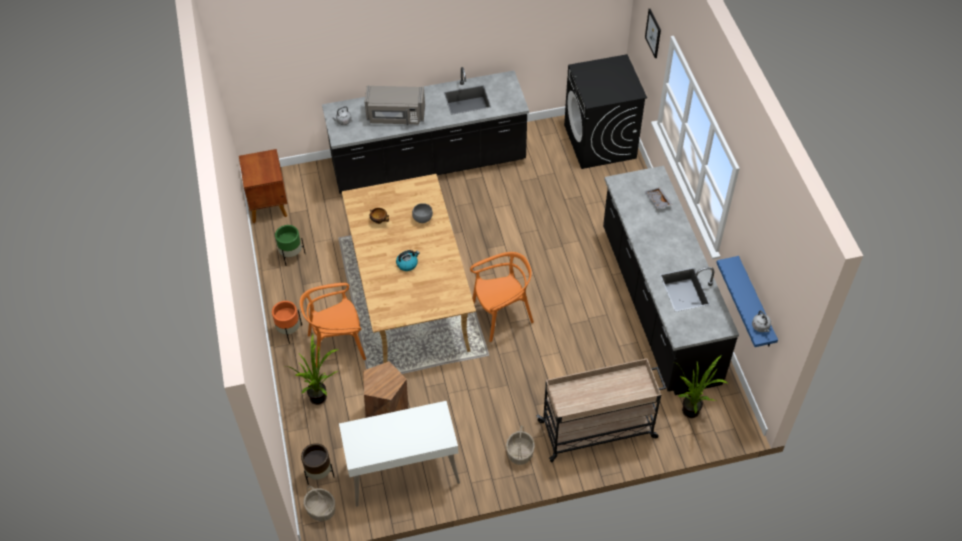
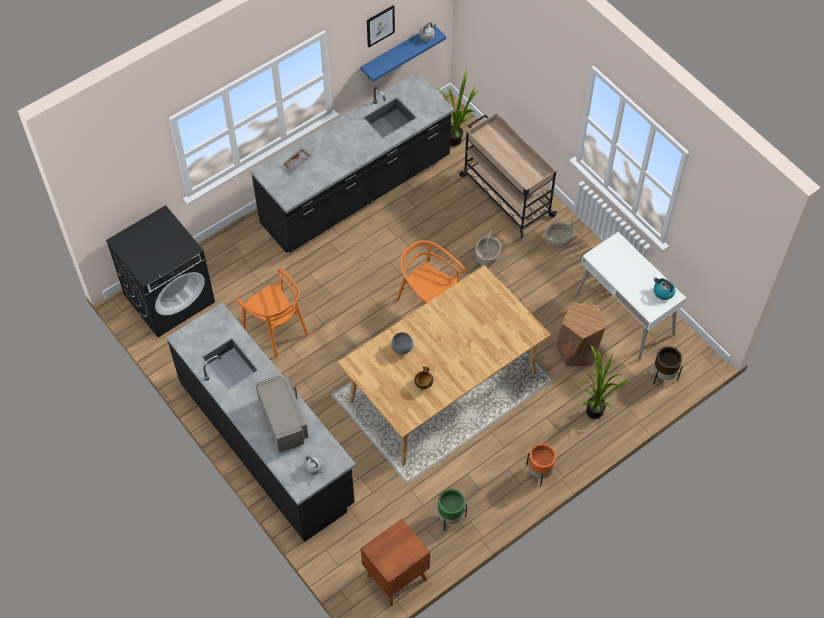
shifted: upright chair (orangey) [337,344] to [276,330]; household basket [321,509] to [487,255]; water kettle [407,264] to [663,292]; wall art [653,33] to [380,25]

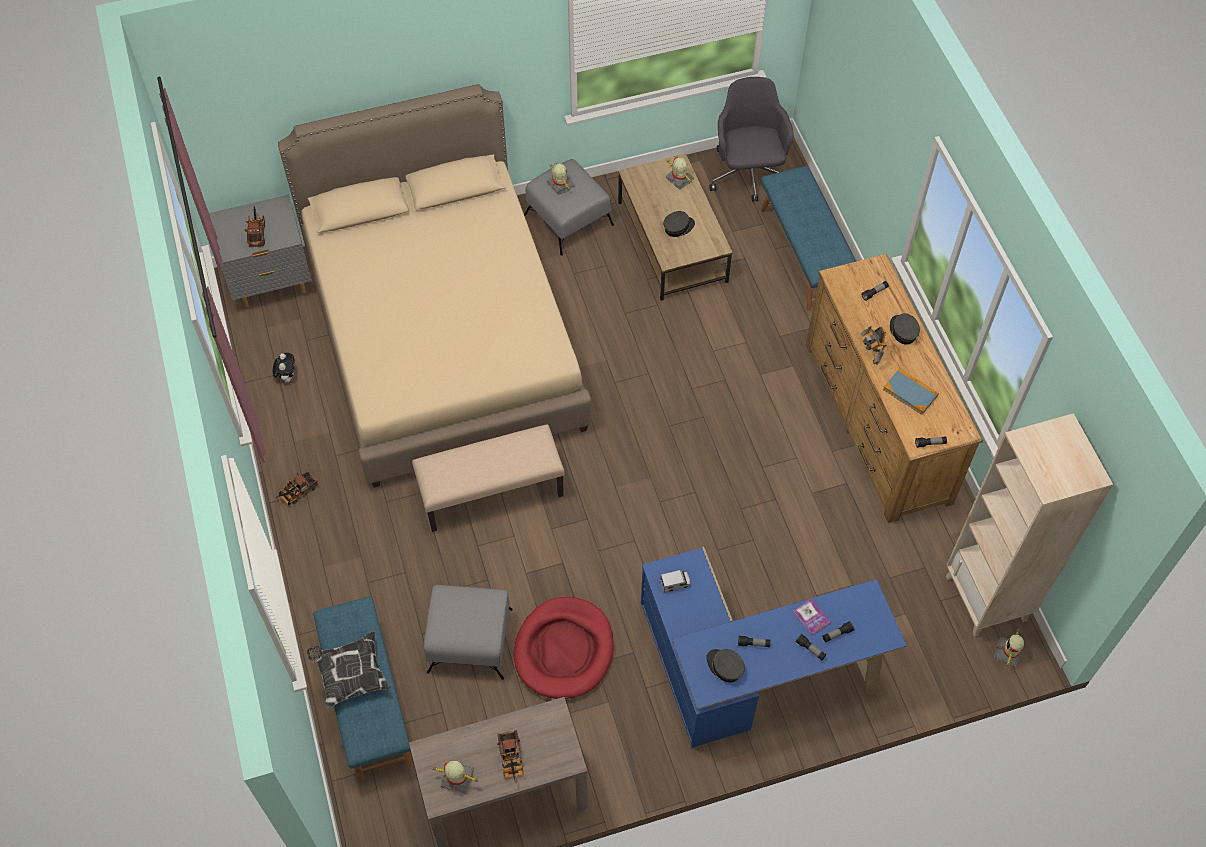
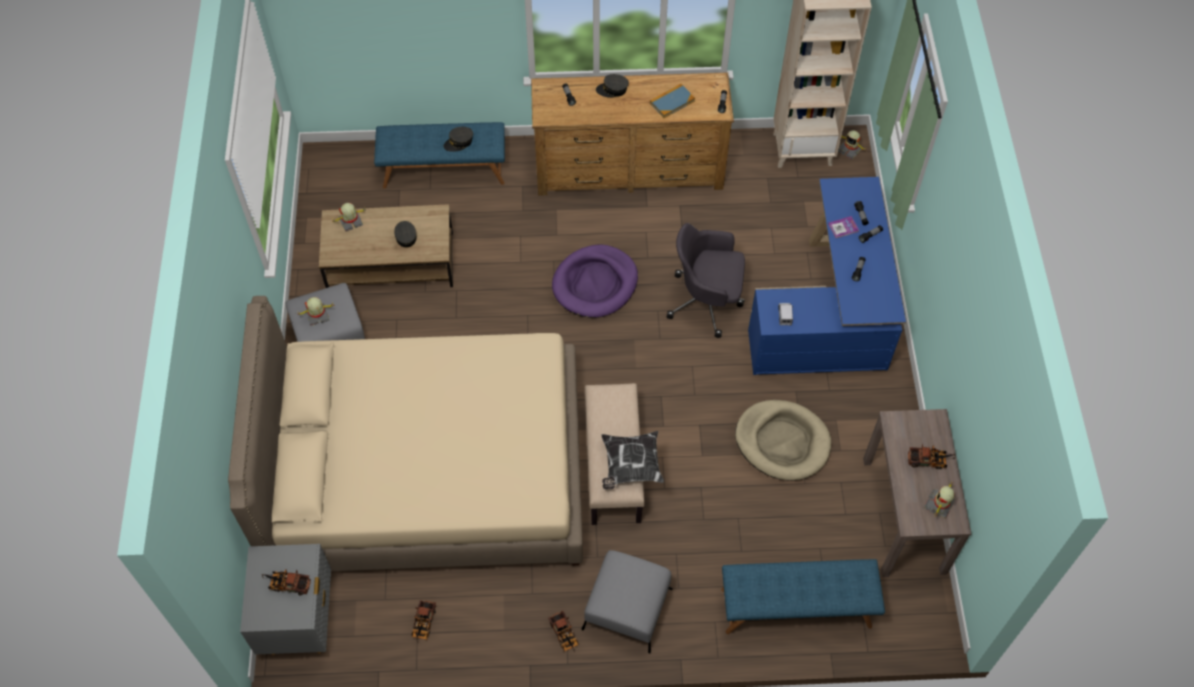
gone: toy robot [871,355]
new: dog bed (purplish) [595,284]
shifted: cushion [350,675] to [630,466]; pouffe (gray) [470,641] to [628,608]; peaked cap (gray) [724,667] to [459,142]; office chair (gray) [748,174] to [706,301]
swapped: cuddly toy [287,376] to model truck [423,624]
repainted: dog bed (red-coloured) [564,650] to dog bed (sand-coloured) [782,442]

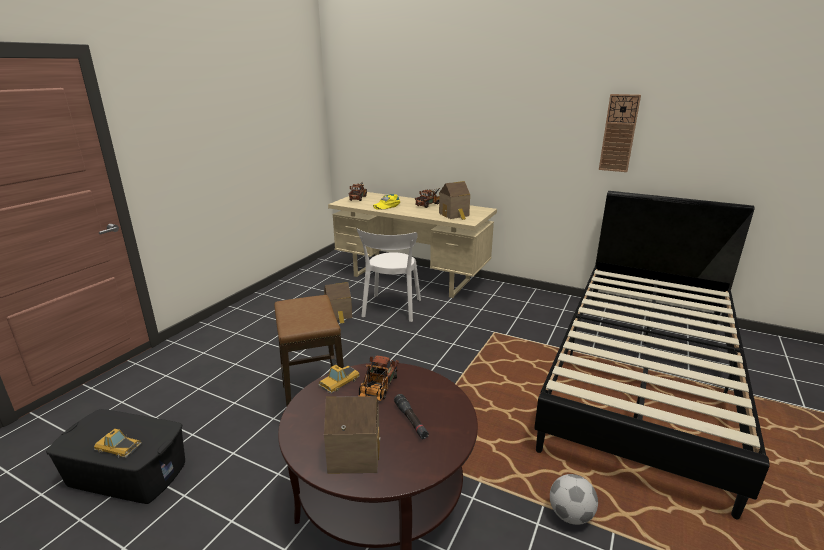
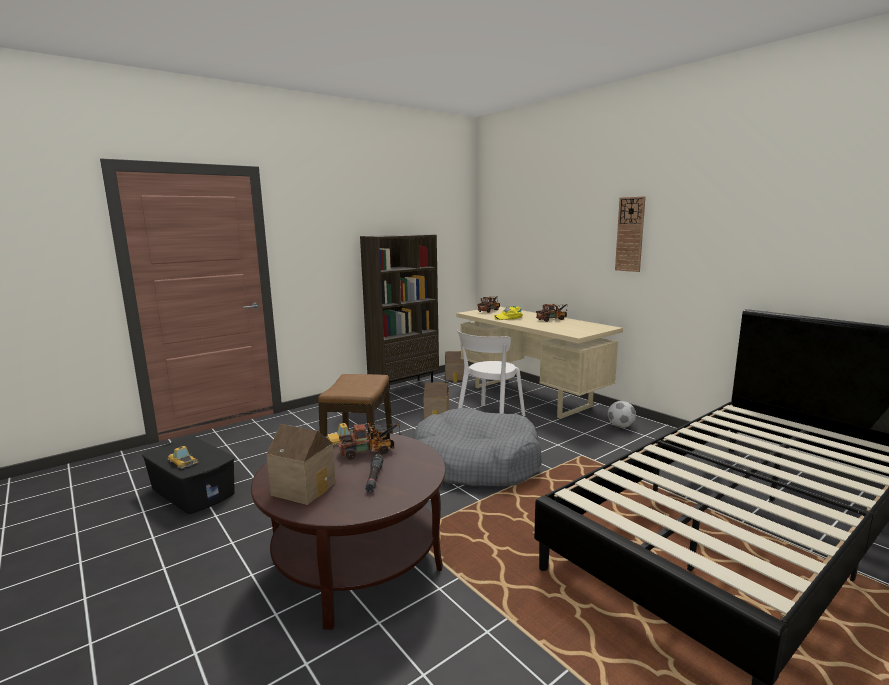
new: shelving unit (brownish) [404,388]; dog bed (gray) [476,463]
shifted: miniature house [455,215] to [454,378]; ball for football [570,515] to [620,426]; wall clock [619,133] to [630,234]
rotated: model truck [377,389] = [371,451] 150 degrees counterclockwise

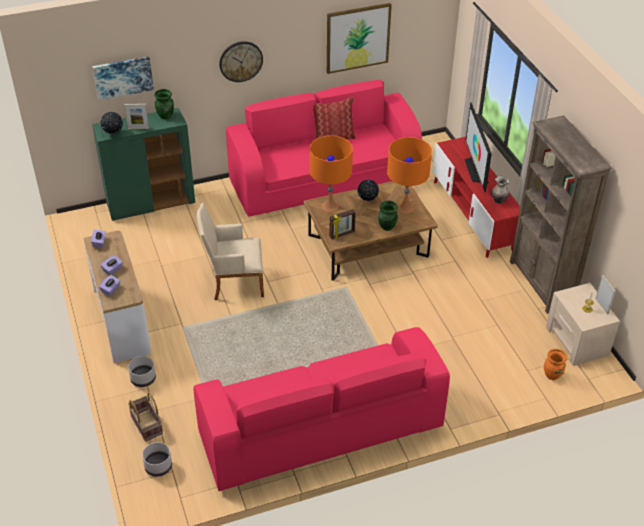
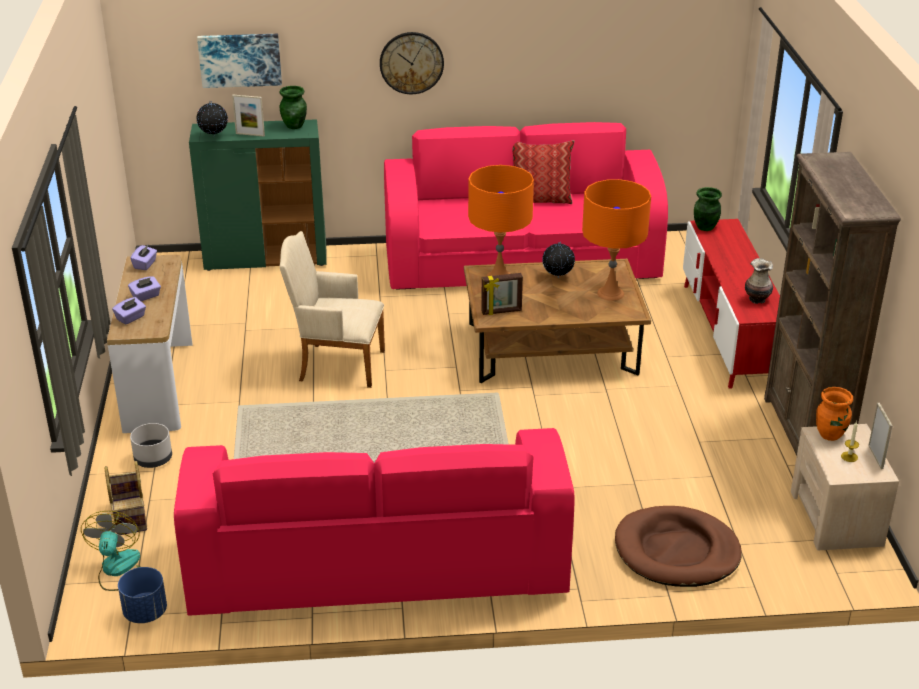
gone: wall art [358,38]; television [475,170]
new: flower pot (blue) [145,613]; dog bed (brownish) [676,551]
shifted: vase (green) [387,227] to [705,227]; vase (orangey) [552,375] to [830,435]
swapped: flower pot (gray) [158,466] to fan [119,570]

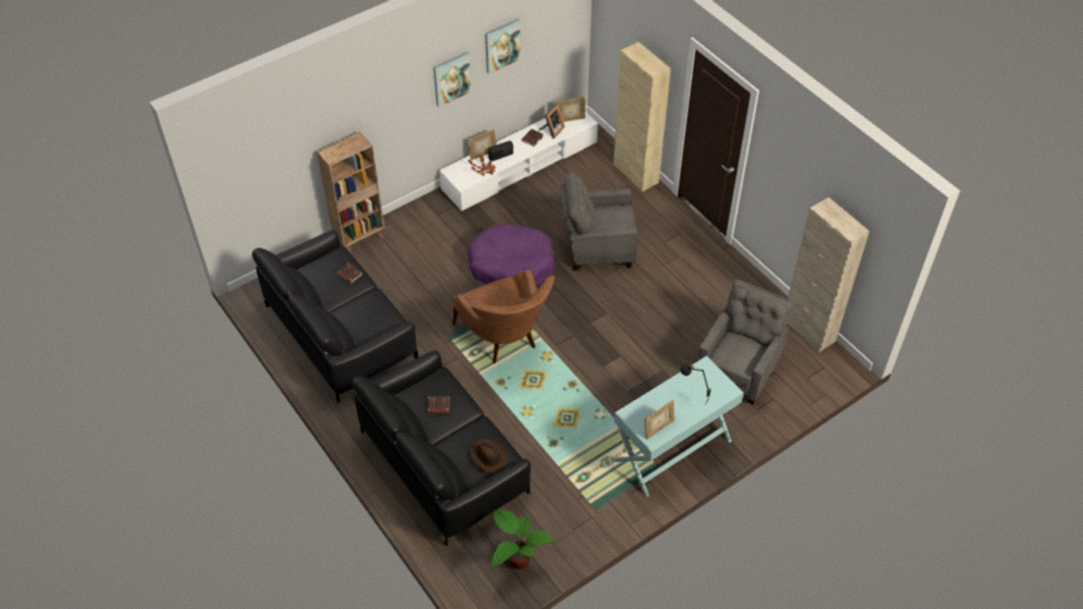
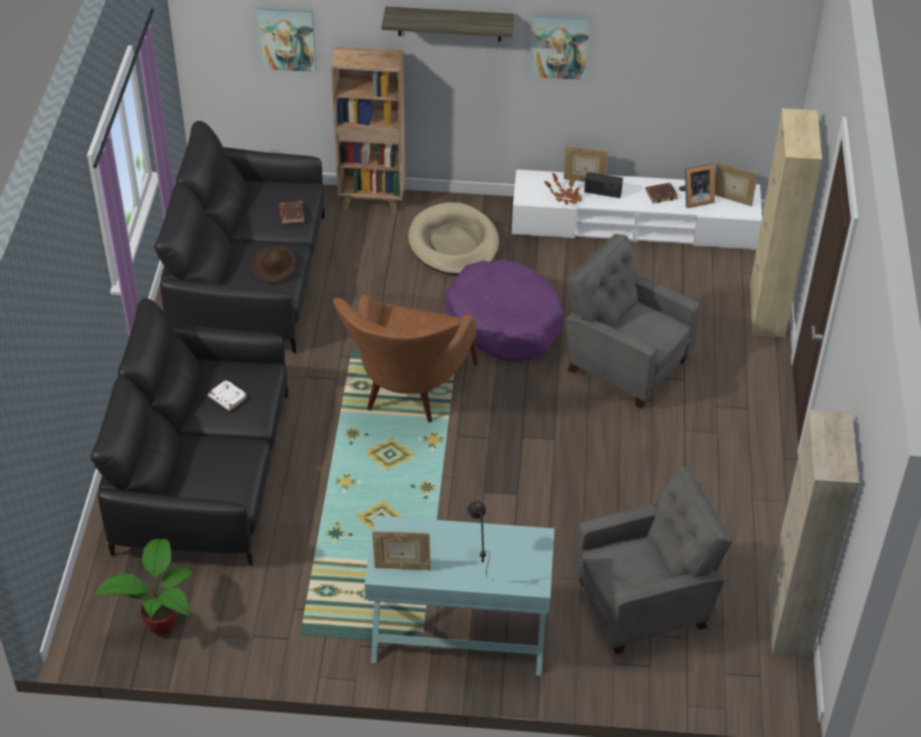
new: wall shelf [449,24]; dog bed (sand-coloured) [453,243]
shifted: hat (brownish) [487,457] to [273,265]; wall art [502,45] to [286,38]
repainted: book (brownish) [438,406] to book (white) [227,397]

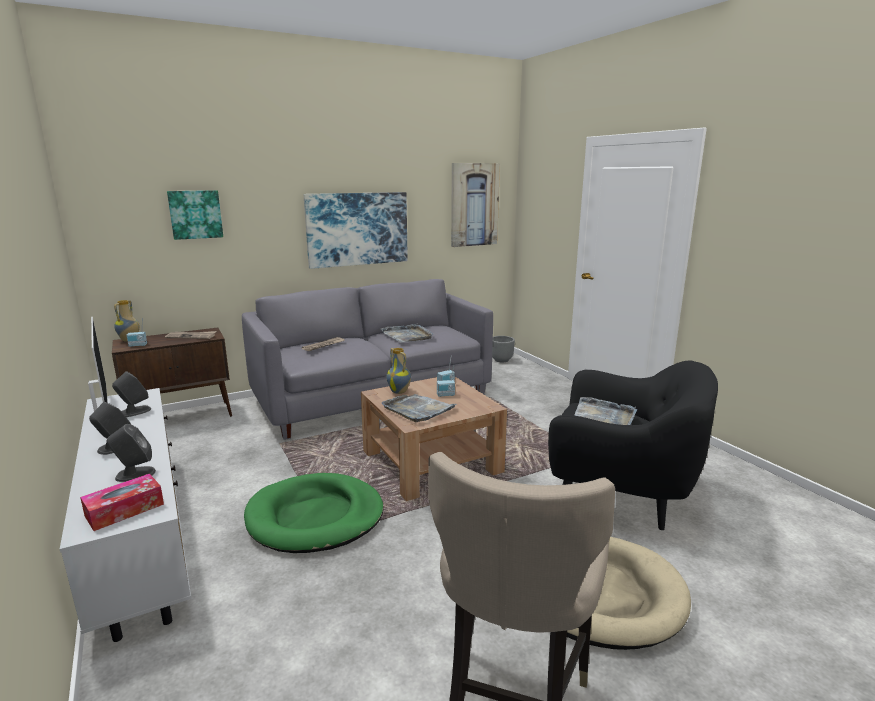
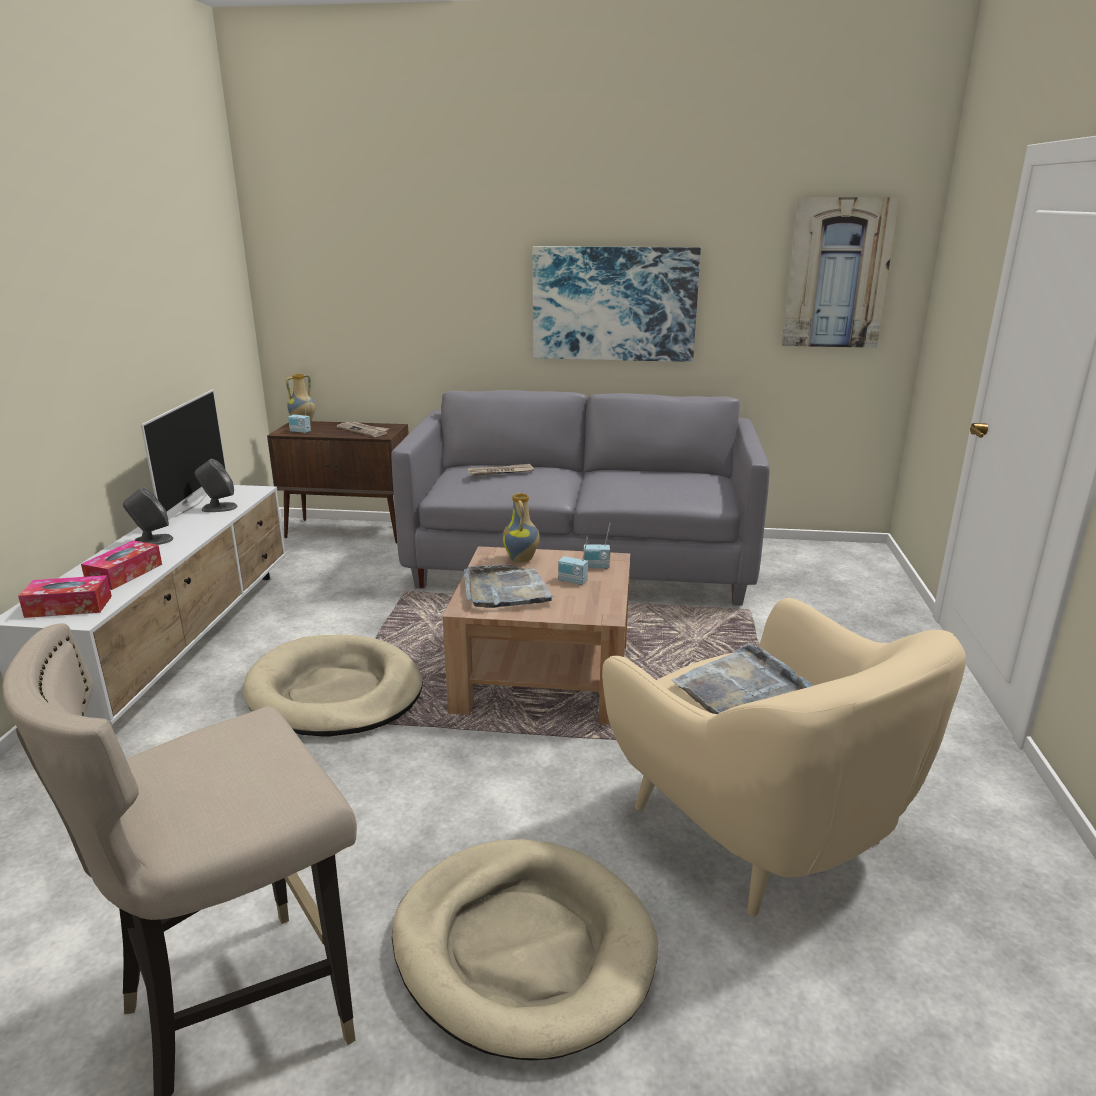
gone: wall art [195,214]; carrying tray (gray) [407,335]; flower pot (gray) [502,360]
swapped: audio speaker (gray) [134,474] to box of tissues [125,574]
repainted: dog bed (green) [315,517] to dog bed (sand-coloured) [335,692]; easy chair (blackish) [620,493] to easy chair (sand-coloured) [760,829]

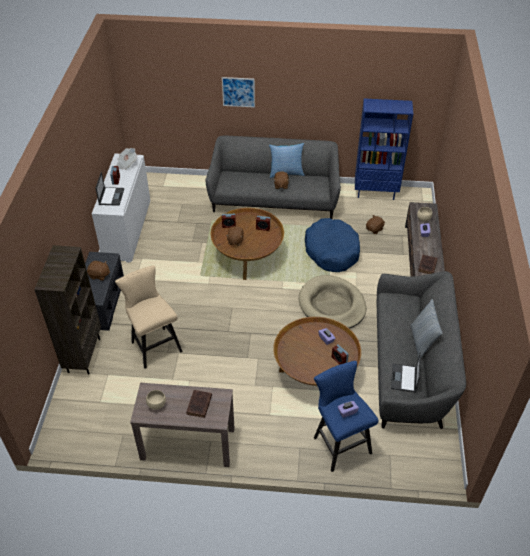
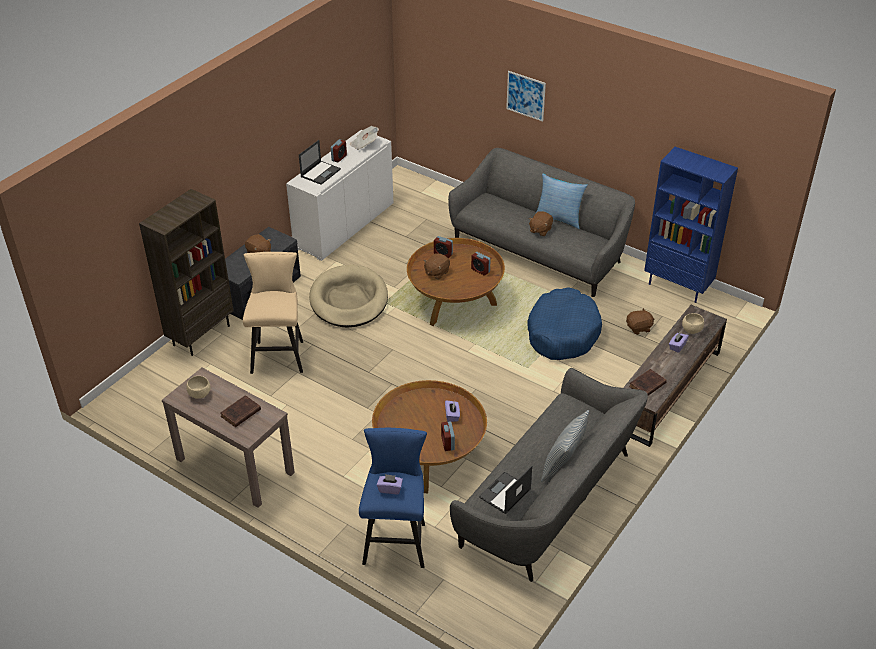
shifted: dog bed (sand-coloured) [332,305] to [349,300]

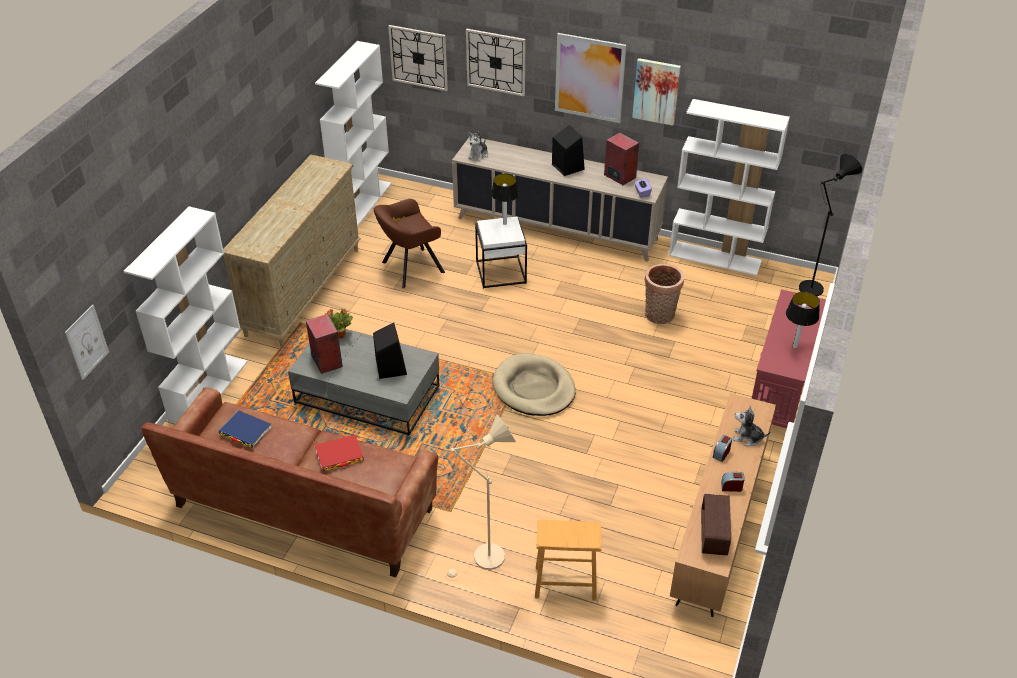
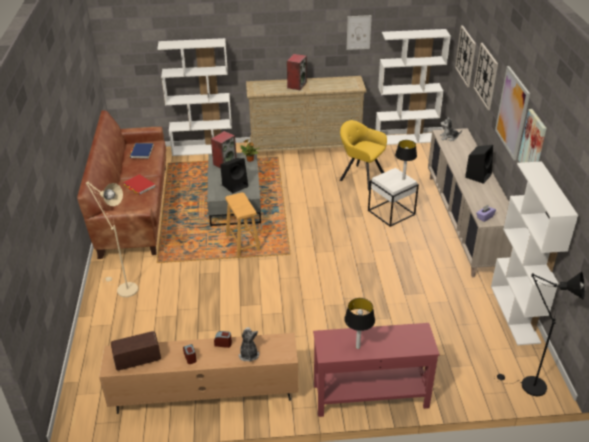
gone: dog bed (sand-coloured) [534,388]; household basket [659,316]
shifted: wall art [87,342] to [358,32]; stool seat (brownish) [565,583] to [242,243]; audio speaker [619,176] to [296,85]
repainted: easy chair (brownish) [410,268] to easy chair (yellow-coloured) [360,176]

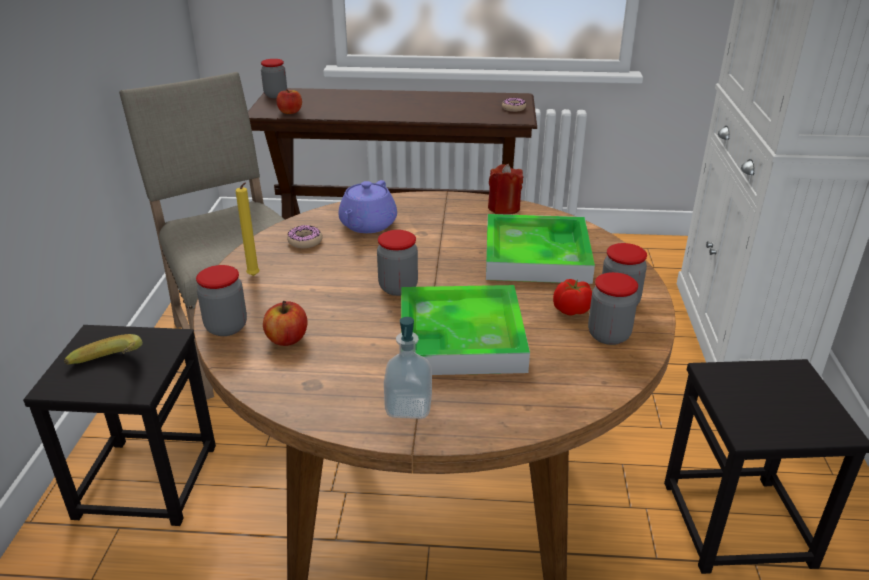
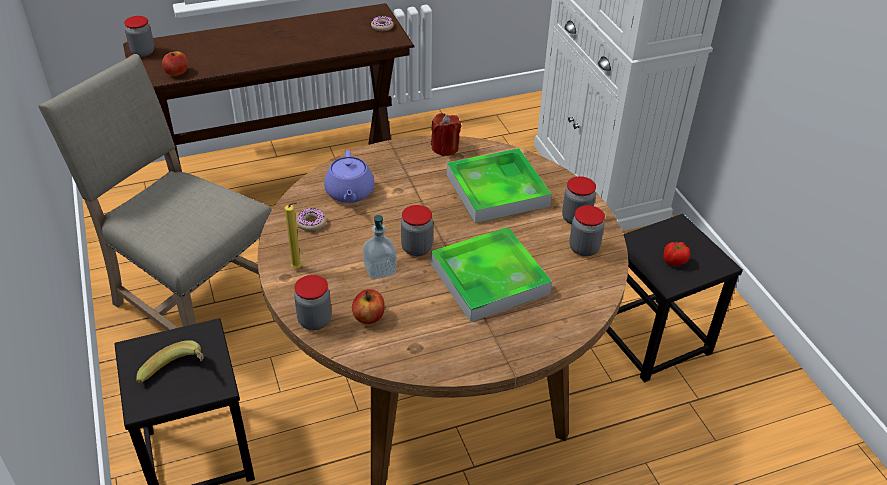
shifted: soap dispenser [408,407] to [380,270]; whole tomato [571,310] to [674,261]

